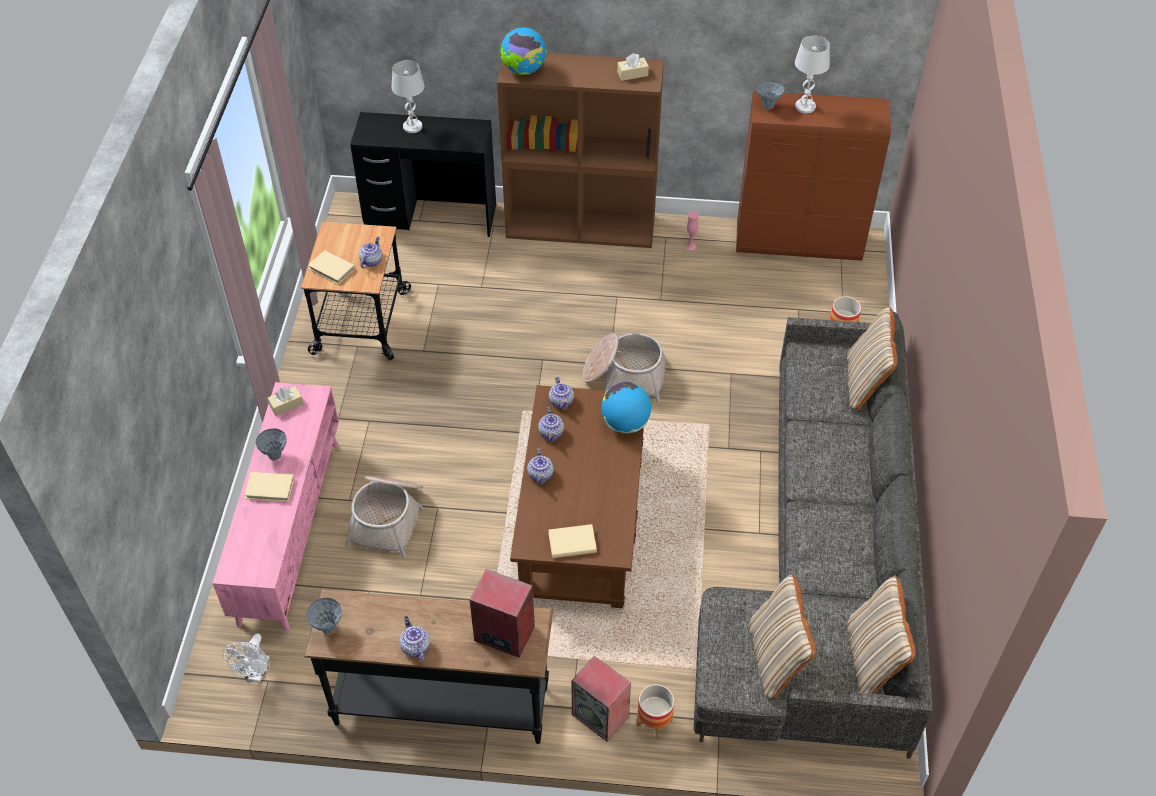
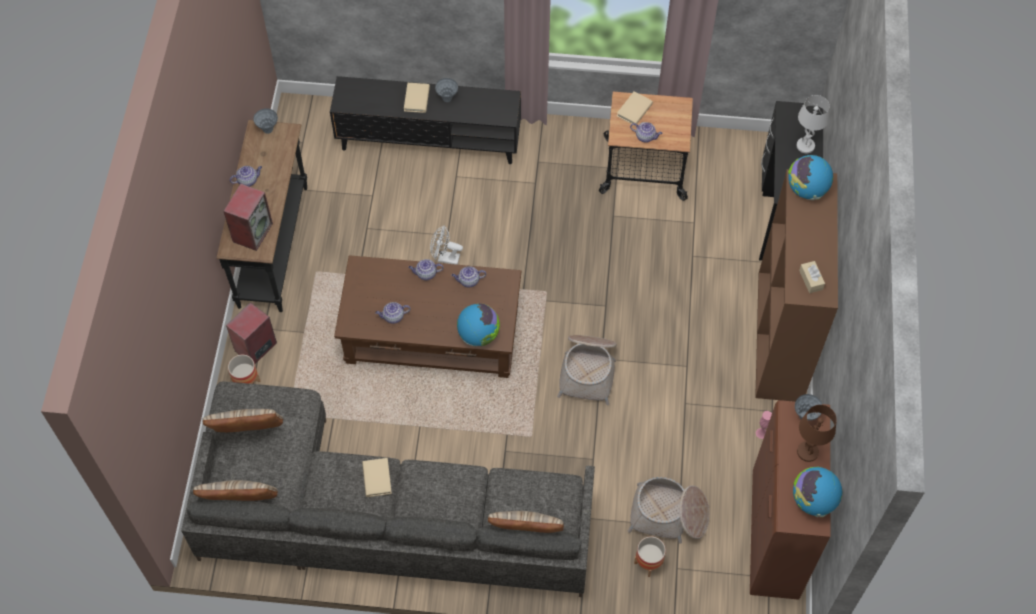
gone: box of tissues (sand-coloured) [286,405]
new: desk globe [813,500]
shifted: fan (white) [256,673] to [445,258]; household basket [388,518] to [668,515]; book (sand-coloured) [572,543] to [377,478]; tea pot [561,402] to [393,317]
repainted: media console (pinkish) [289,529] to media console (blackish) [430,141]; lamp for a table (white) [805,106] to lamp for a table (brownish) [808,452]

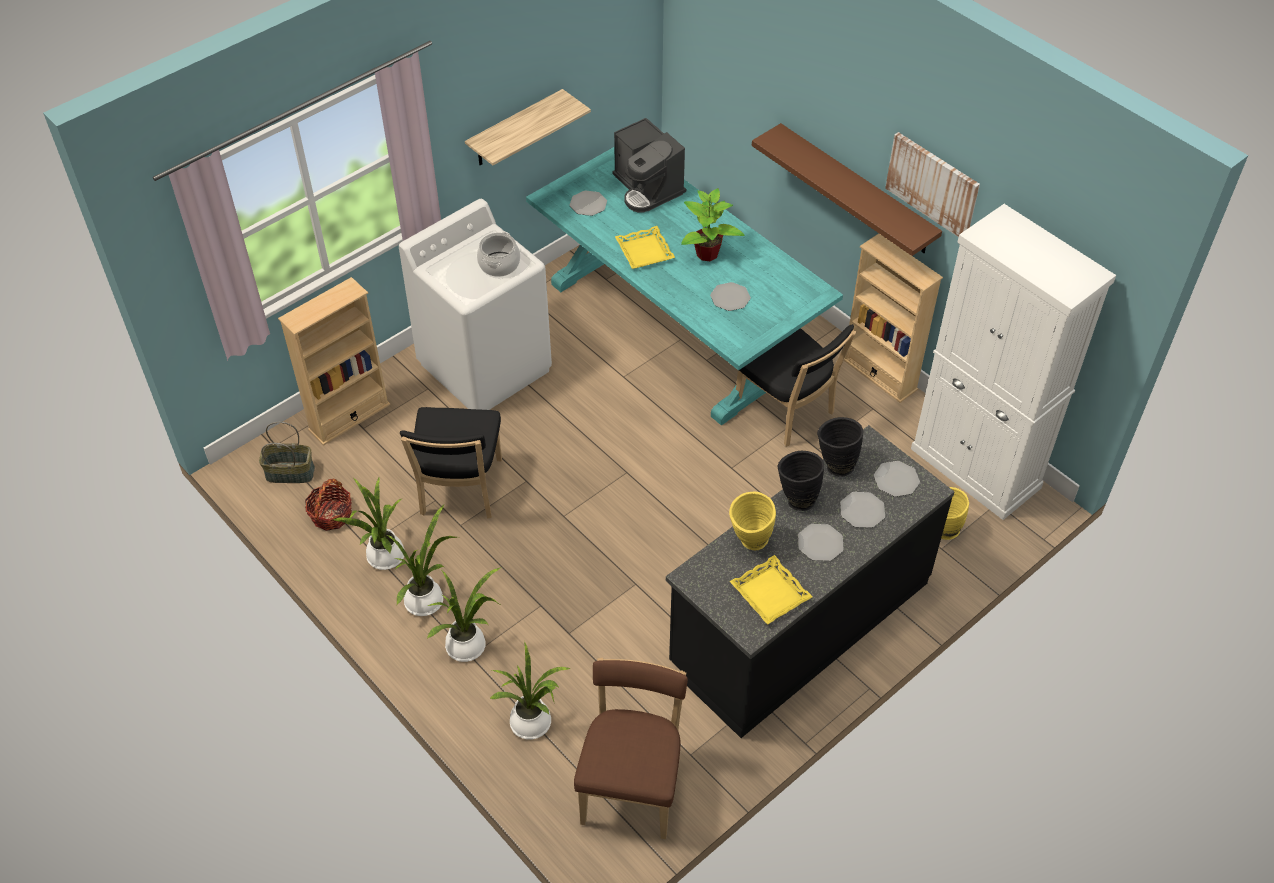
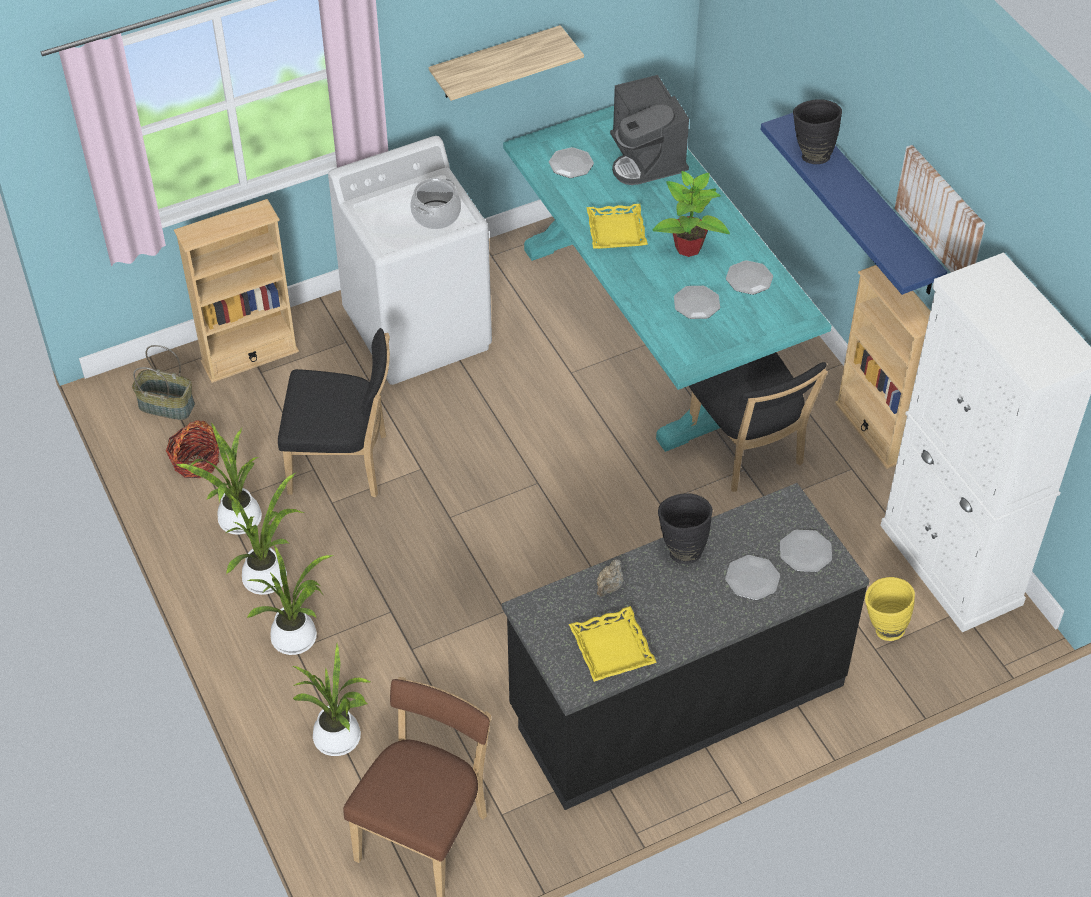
shifted: flat dish [820,543] to [749,279]; vase (blackish) [835,464] to [811,153]
swapped: vase (yellow-coloured) [749,543] to tea pot (sand-coloured) [609,587]
repainted: wall shelf (brownish) [856,190] to wall shelf (blue) [869,204]
rotated: upright chair (blackish) [460,491] = [343,464] 105 degrees counterclockwise

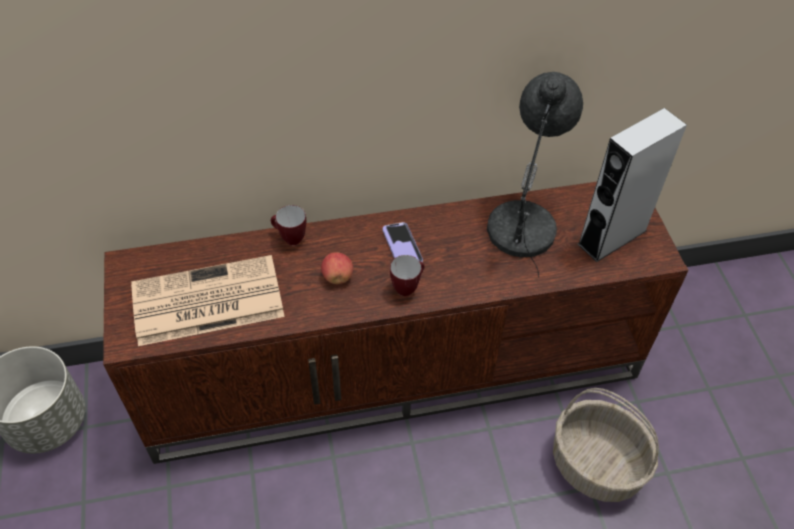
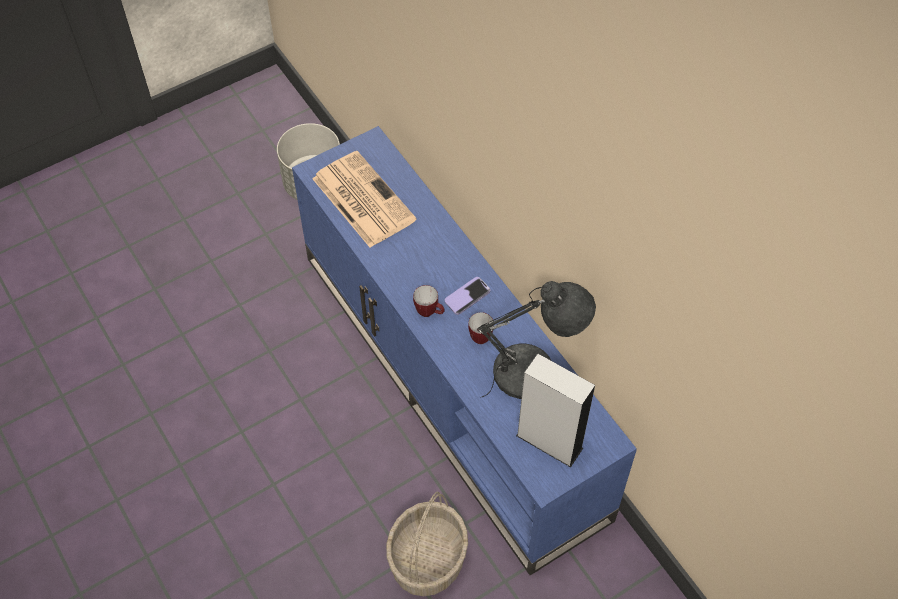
gone: apple [337,277]
shifted: mug [289,238] to [480,335]
repainted: media console (brownish) [395,367] to media console (blue) [454,382]

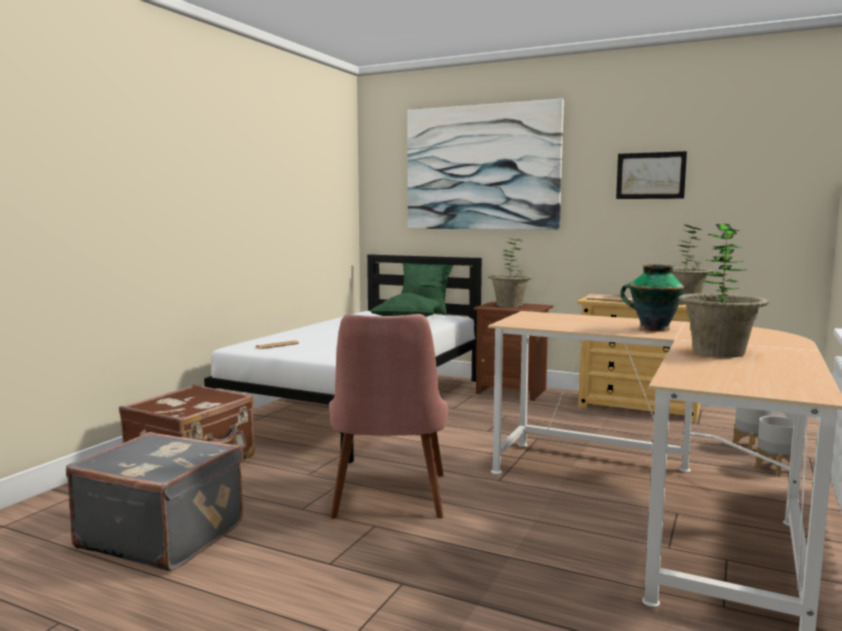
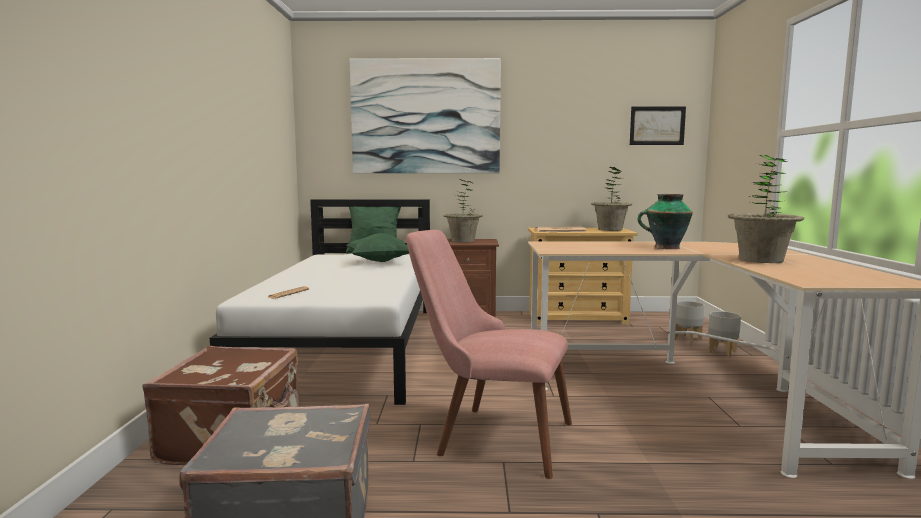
shifted: wall art [650,175] to [657,125]
rotated: upright chair (pinkish) [389,502] = [488,436] 135 degrees clockwise

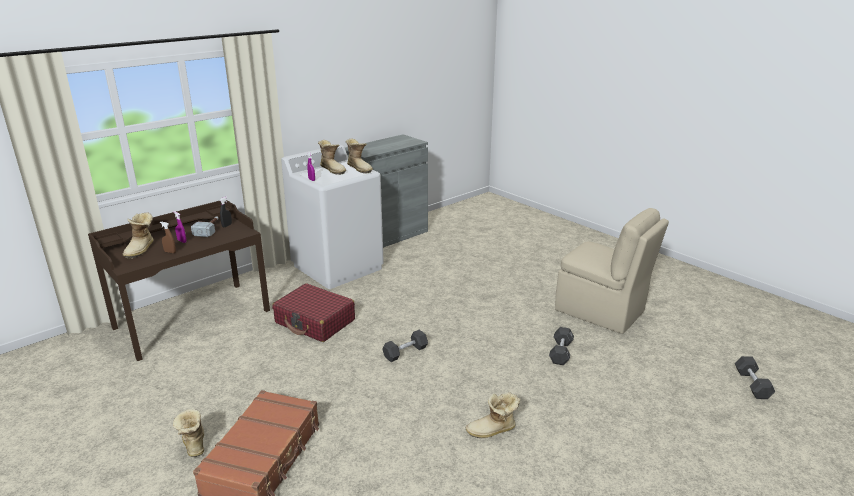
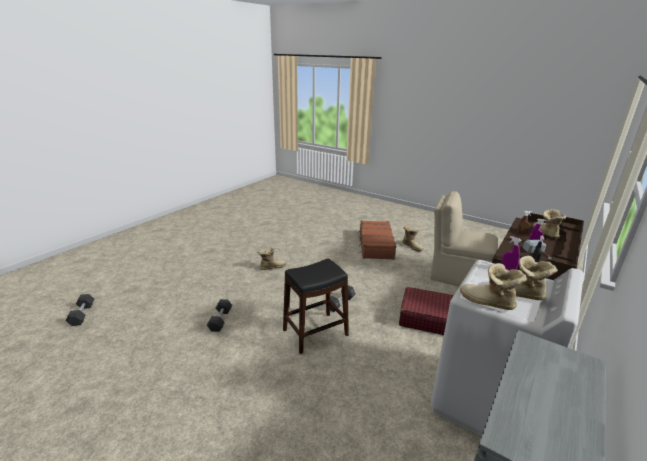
new: stool seat (blackish) [315,333]
shifted: upright chair (sand-coloured) [601,311] to [458,275]

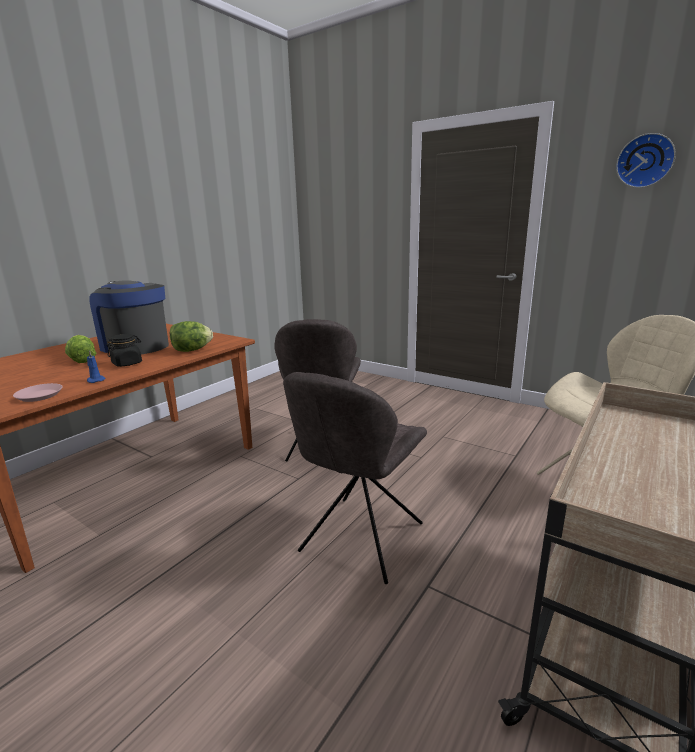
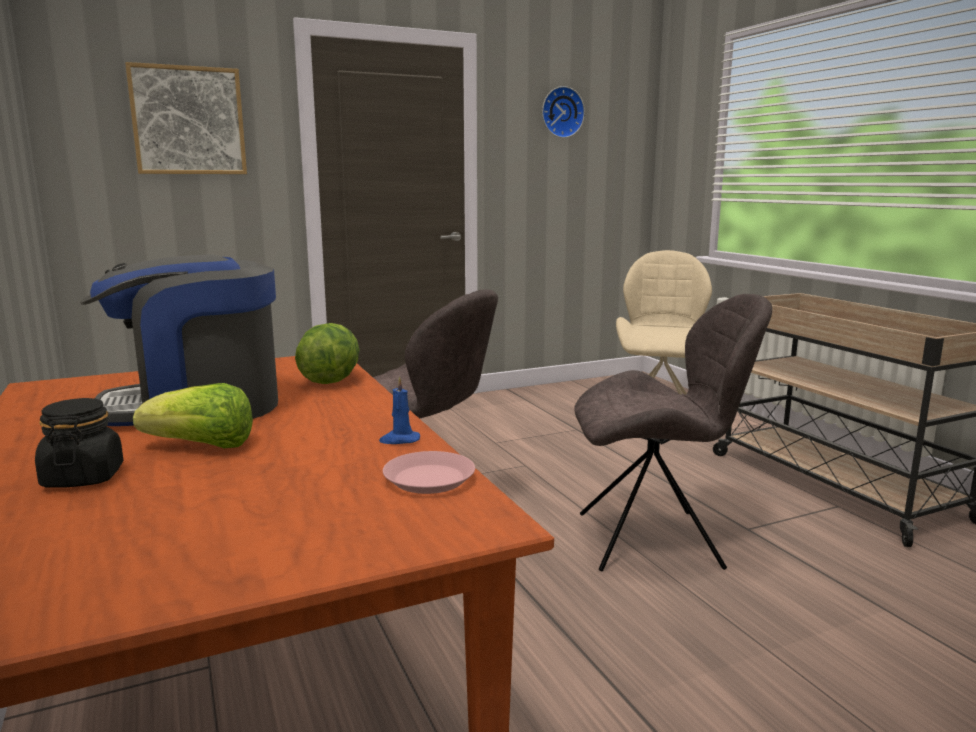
new: wall art [188,121]
shifted: preserve jar (blackish) [127,363] to [83,477]
rotated: upright chair (gray) [359,540] = [654,540] 60 degrees counterclockwise

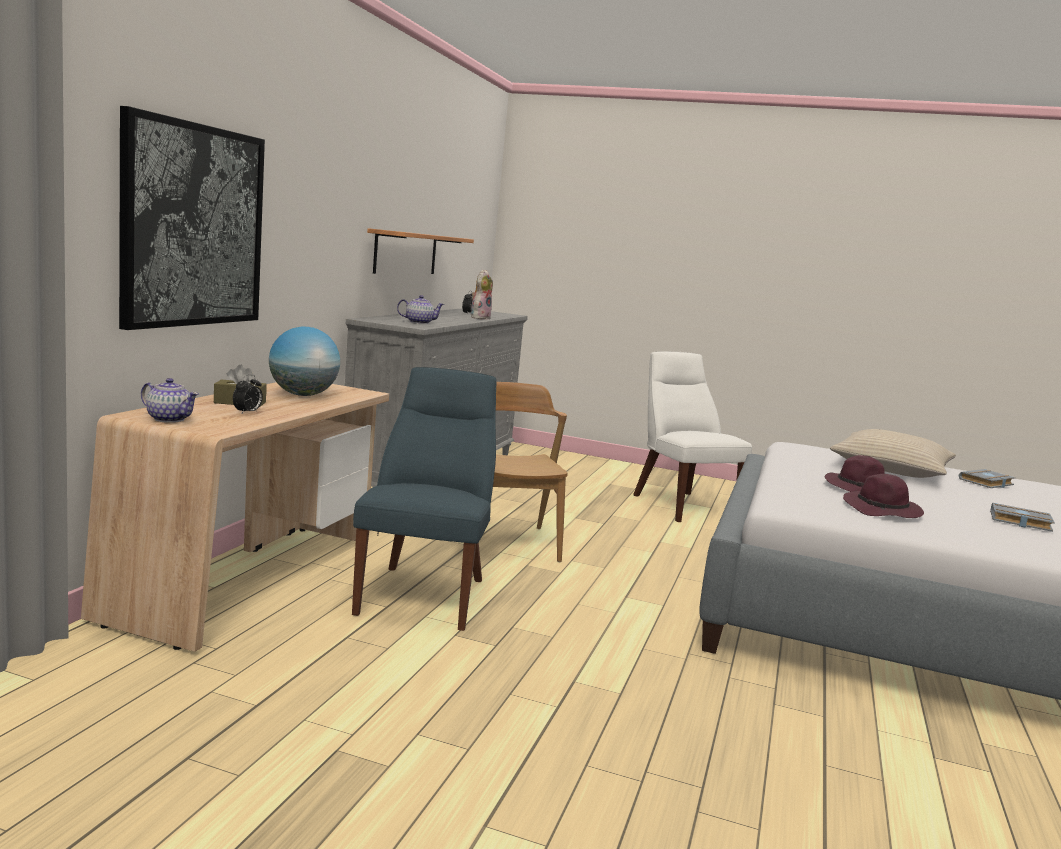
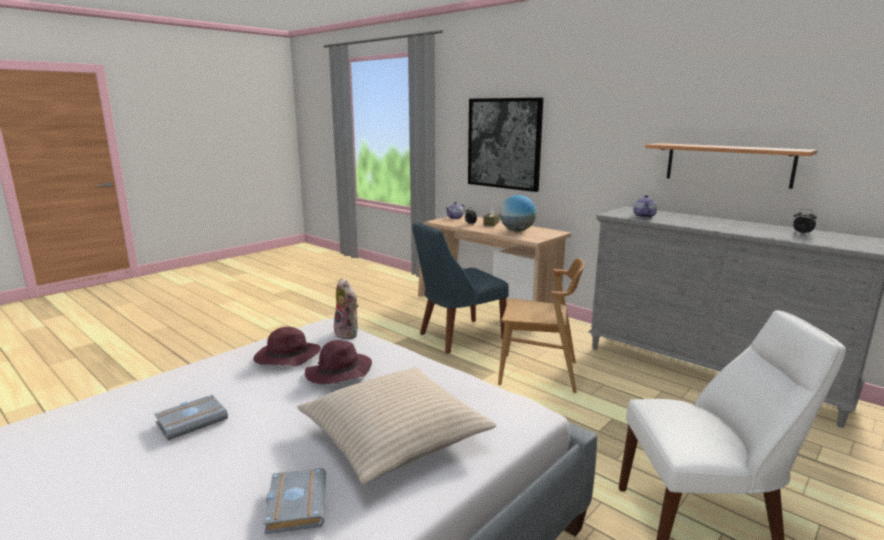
shifted: cuddly toy [479,318] to [348,334]
rotated: upright chair (blue) [425,593] = [458,337] 120 degrees clockwise

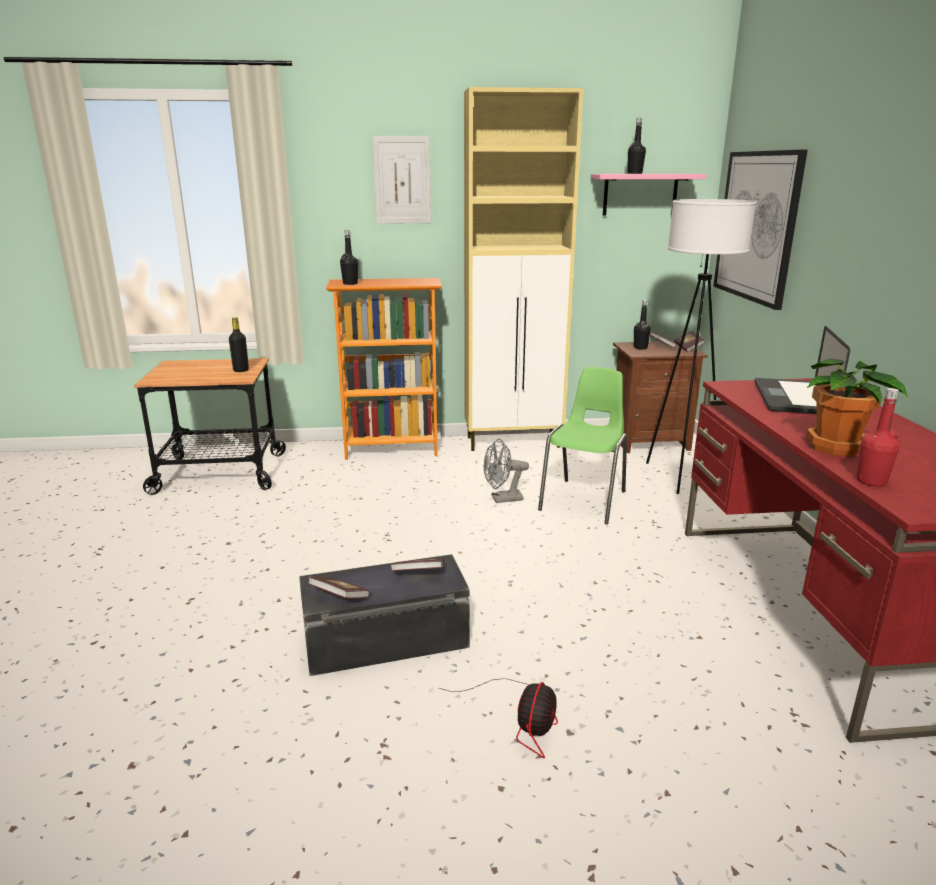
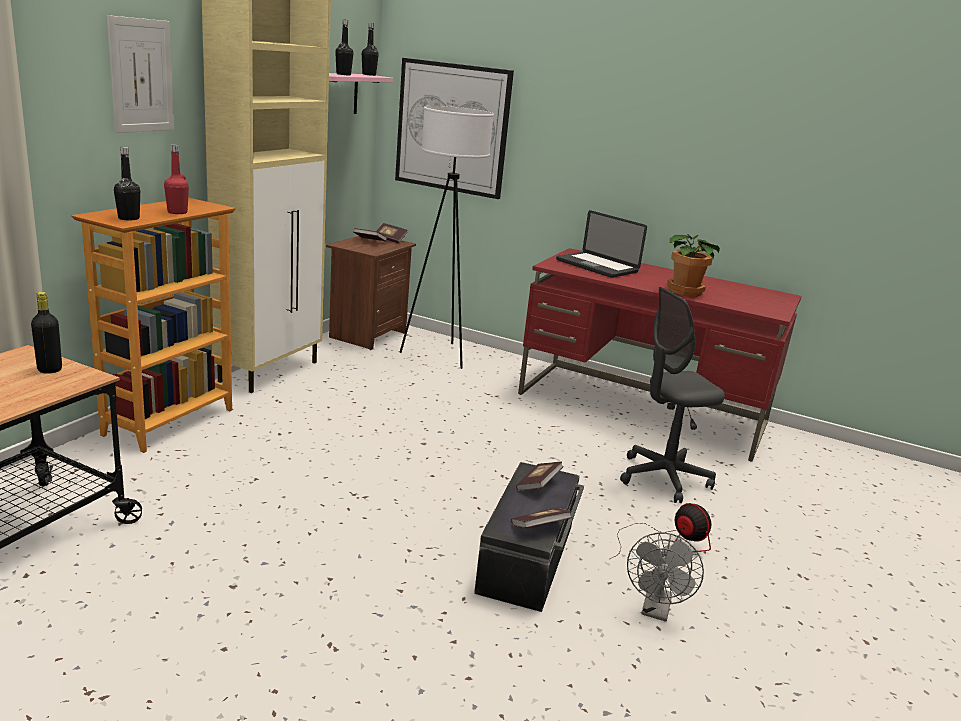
gone: upright chair (green) [584,500]
new: office chair (gray) [663,478]
shifted: fan (gray) [502,499] to [656,611]; bottle (blackish) [640,348] to [369,75]; bottle (red-coloured) [871,481] to [177,212]

